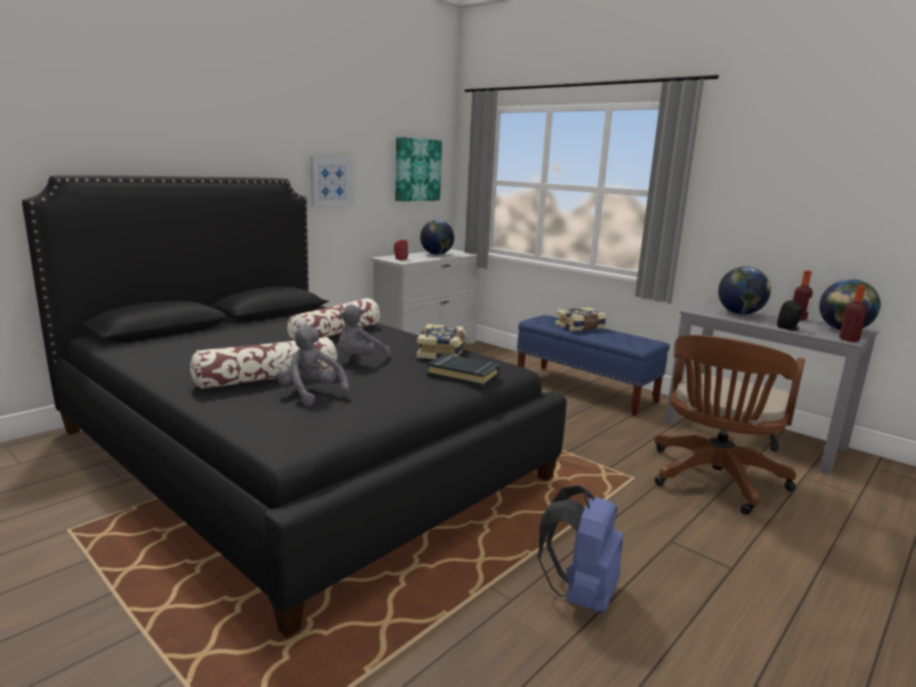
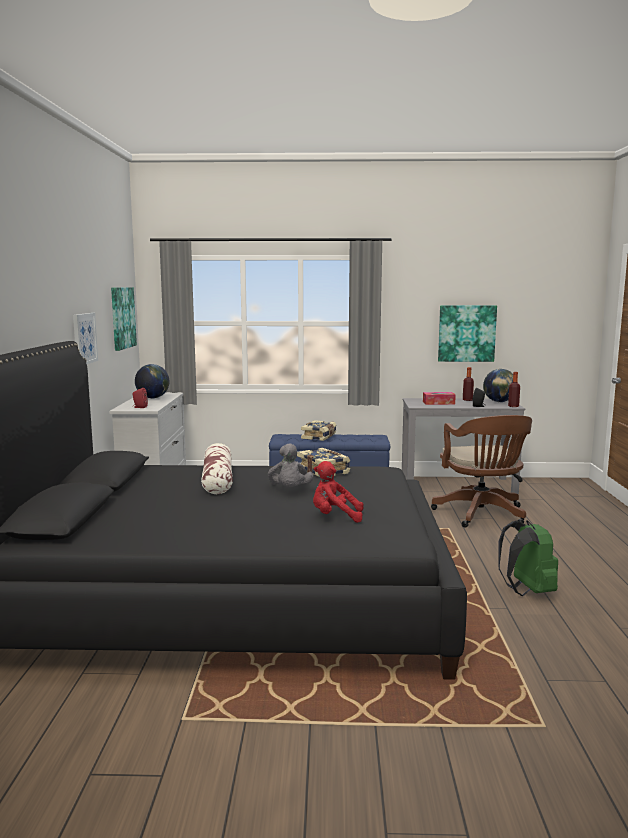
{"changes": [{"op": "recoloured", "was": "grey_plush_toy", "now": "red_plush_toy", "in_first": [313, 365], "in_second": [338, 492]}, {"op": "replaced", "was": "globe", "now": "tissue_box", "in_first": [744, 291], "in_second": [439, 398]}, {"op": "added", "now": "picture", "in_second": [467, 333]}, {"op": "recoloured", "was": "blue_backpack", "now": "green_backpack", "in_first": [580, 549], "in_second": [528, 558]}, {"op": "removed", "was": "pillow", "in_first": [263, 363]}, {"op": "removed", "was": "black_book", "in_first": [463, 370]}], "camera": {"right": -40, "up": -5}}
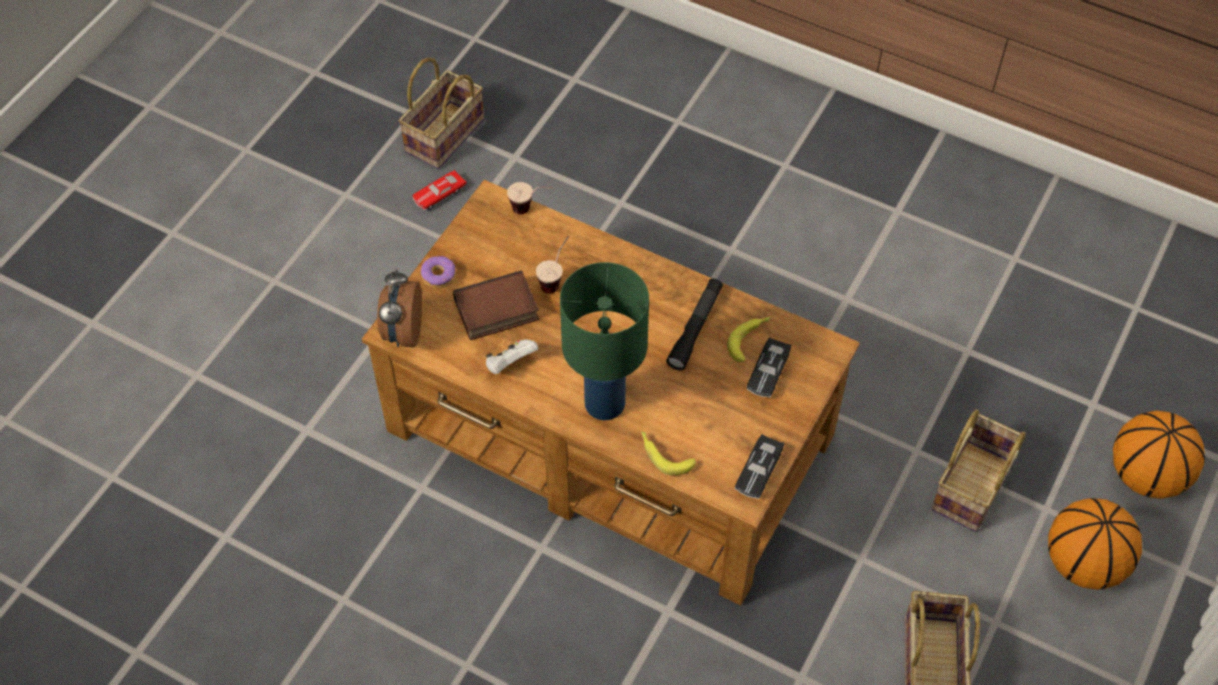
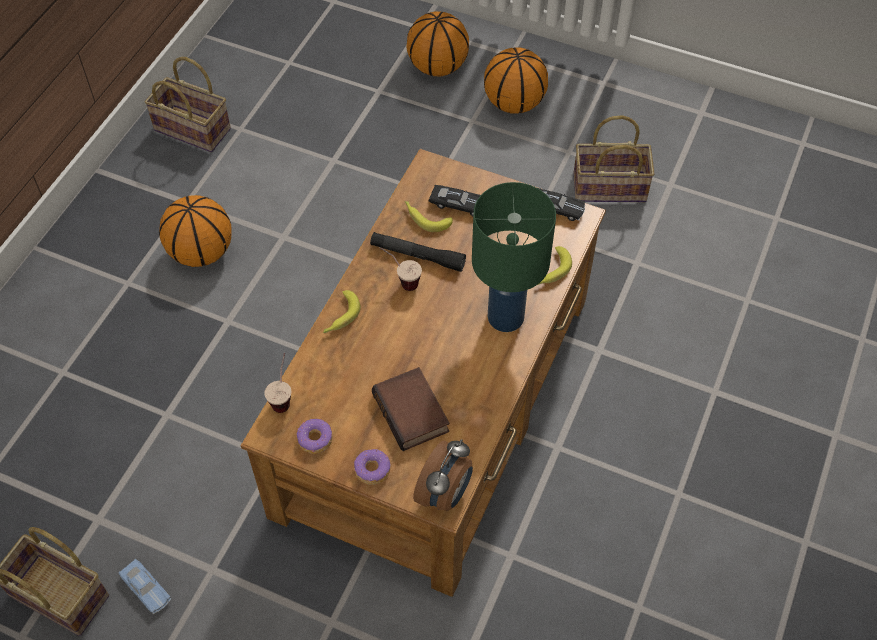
{"changes": [{"op": "recoloured", "was": "red_toy_car", "now": "blue_toy_car", "in_first": [440, 190], "in_second": [144, 586]}, {"op": "moved", "was": "basket", "in_first": [978, 471], "in_second": [188, 104]}, {"op": "added", "now": "basketball", "in_second": [195, 231]}, {"op": "added", "now": "donut", "in_second": [315, 436]}, {"op": "added", "now": "banana", "in_second": [342, 311]}, {"op": "moved", "was": "cup", "in_first": [552, 264], "in_second": [401, 269]}, {"op": "turned", "was": "alarm_clock", "in_first": [399, 308], "in_second": [443, 475], "clockwise": -60}, {"op": "removed", "was": "white_game_controller", "in_first": [512, 356]}], "camera": {"right": -95, "up": 0}}
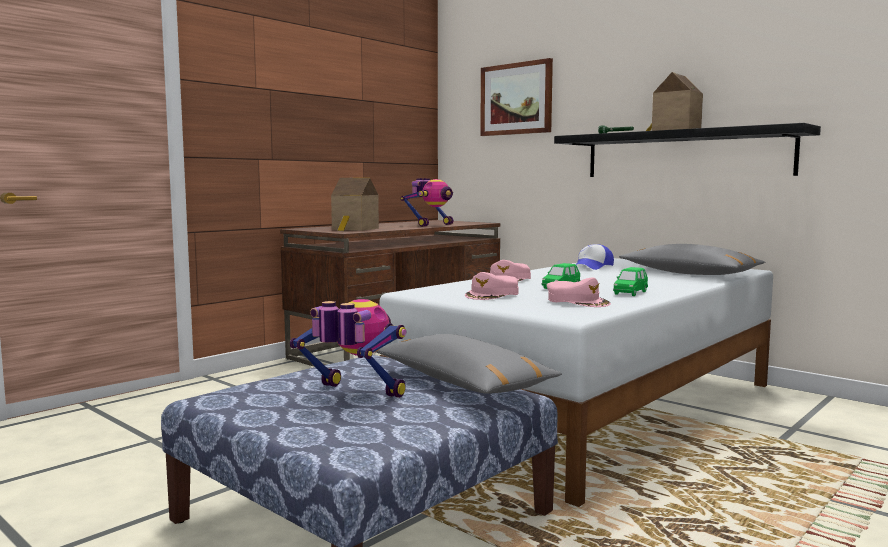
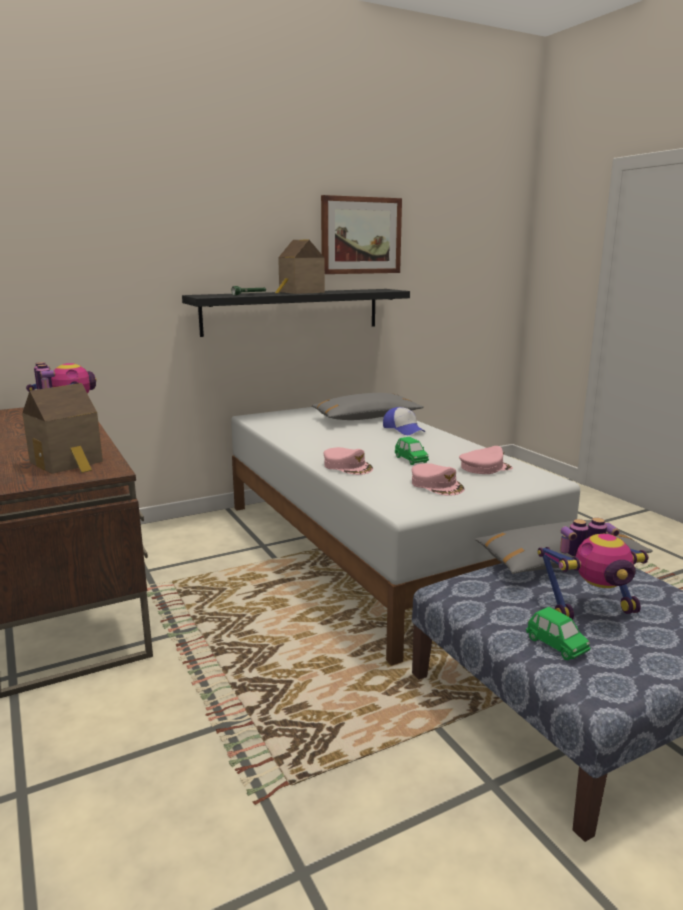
{"changes": [{"op": "moved", "was": "picture", "in_first": [516, 97], "in_second": [361, 234]}, {"op": "moved", "was": "cap", "in_first": [595, 257], "in_second": [404, 421]}, {"op": "moved", "was": "green_toy_car", "in_first": [630, 281], "in_second": [558, 633]}, {"op": "turned", "was": "toy_robot", "in_first": [348, 348], "in_second": [593, 569], "clockwise": -150}], "camera": {"right": -70, "up": 10}}
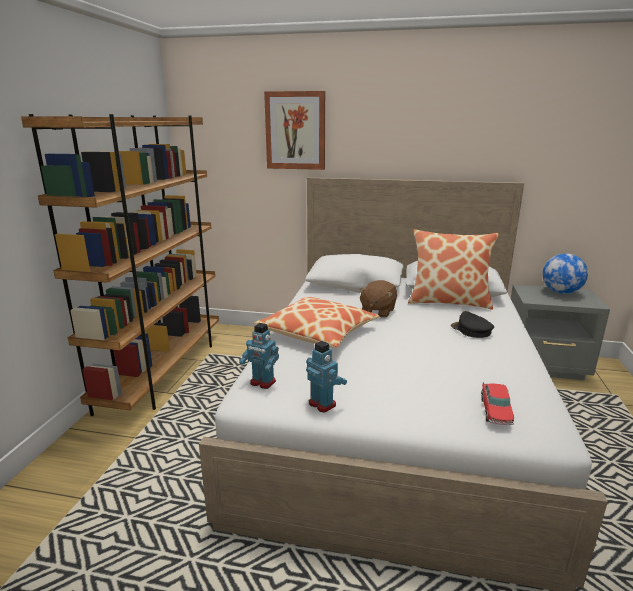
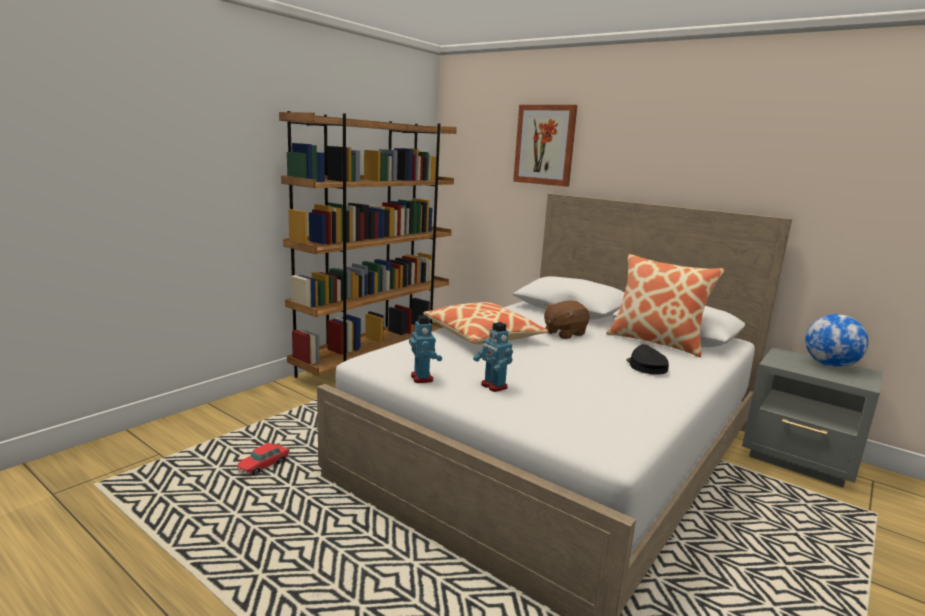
{"changes": [{"op": "moved", "was": "toy_car", "in_first": [497, 403], "in_second": [263, 459]}, {"op": "moved", "was": "toy_robot", "in_first": [259, 356], "in_second": [493, 357]}], "camera": {"right": 25, "up": -5}}
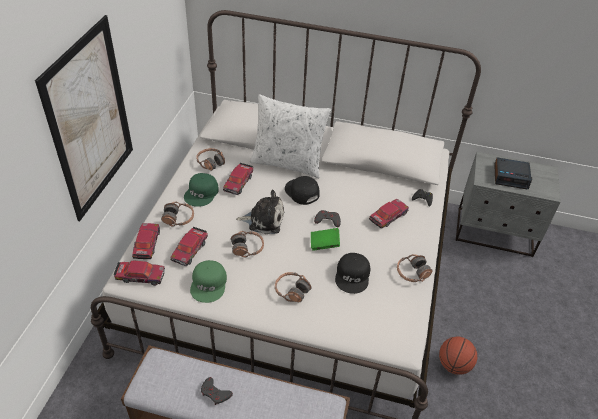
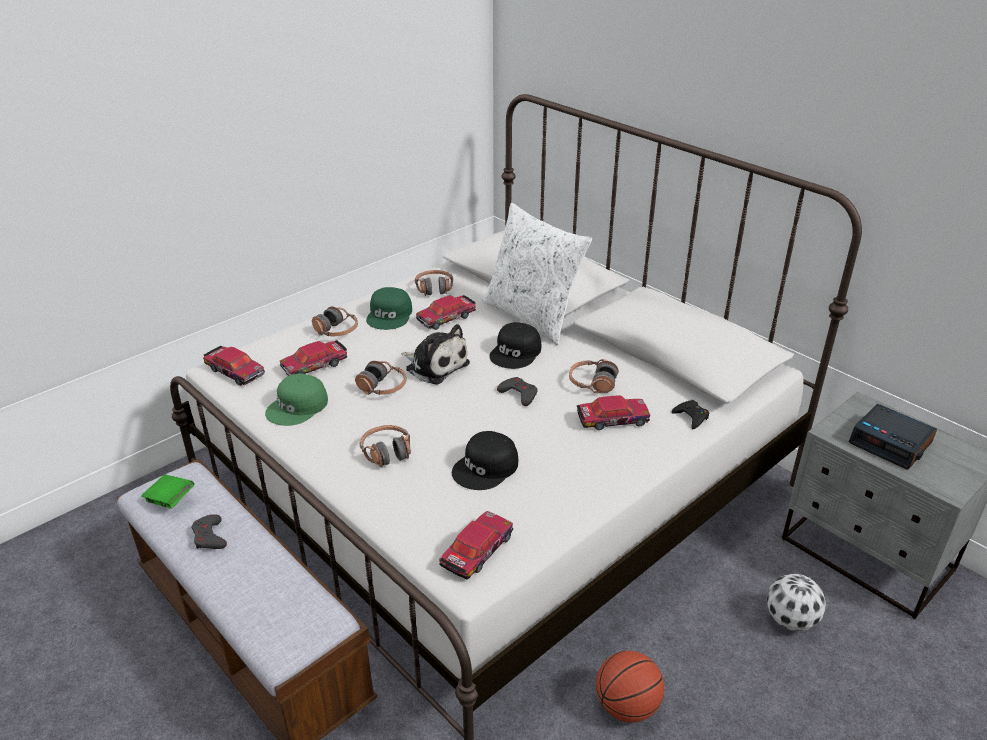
{"changes": [{"op": "moved", "was": "green_book", "in_first": [325, 239], "in_second": [167, 491]}, {"op": "turned", "was": "green_cap", "in_first": [201, 190], "in_second": [389, 308], "clockwise": -45}, {"op": "moved", "was": "toy_car", "in_first": [146, 241], "in_second": [476, 545]}, {"op": "turned", "was": "black_cap", "in_first": [302, 190], "in_second": [515, 345], "clockwise": -150}, {"op": "moved", "was": "headphones", "in_first": [415, 268], "in_second": [594, 376]}, {"op": "added", "now": "football", "in_second": [796, 602]}, {"op": "removed", "was": "picture", "in_first": [84, 118]}], "camera": {"right": 35, "up": -10}}
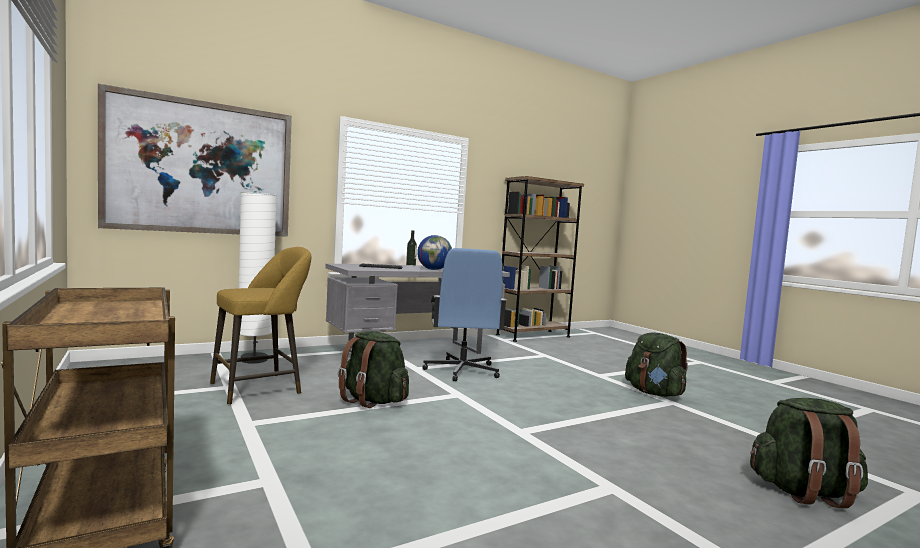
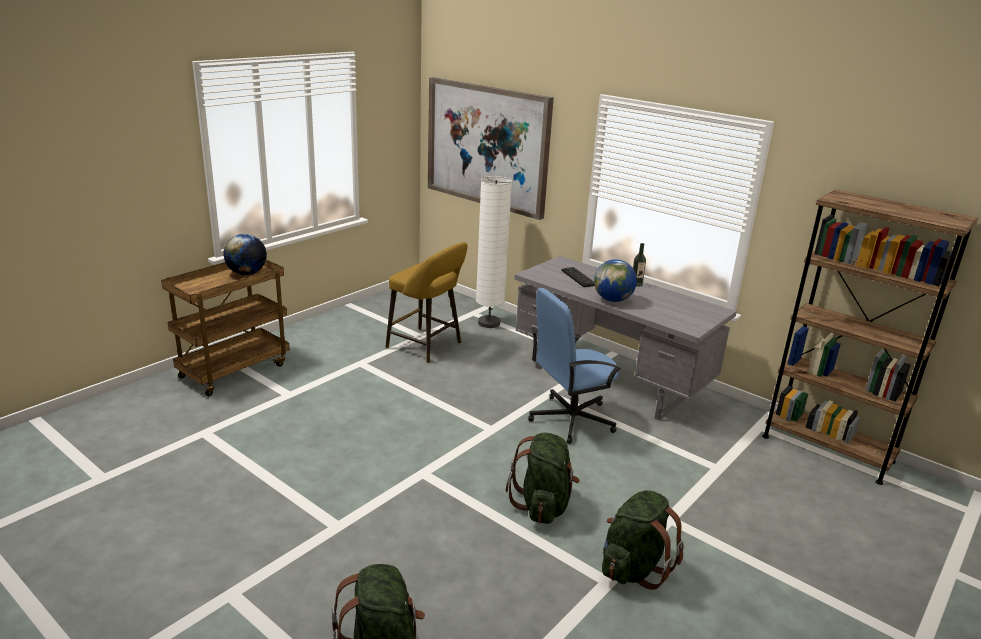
{"changes": [{"op": "added", "now": "globe", "in_second": [245, 254]}, {"op": "moved", "was": "green_backpack", "in_first": [373, 369], "in_second": [543, 478]}], "camera": {"right": 70, "up": 20}}
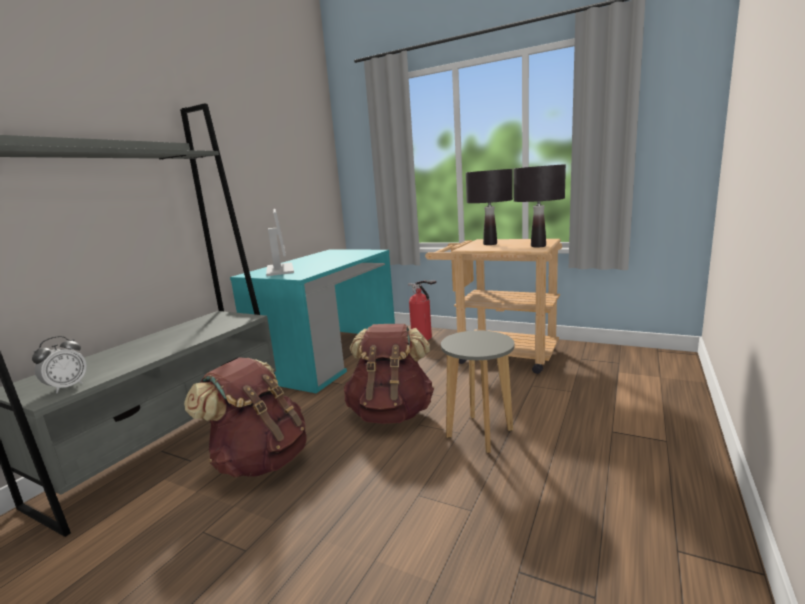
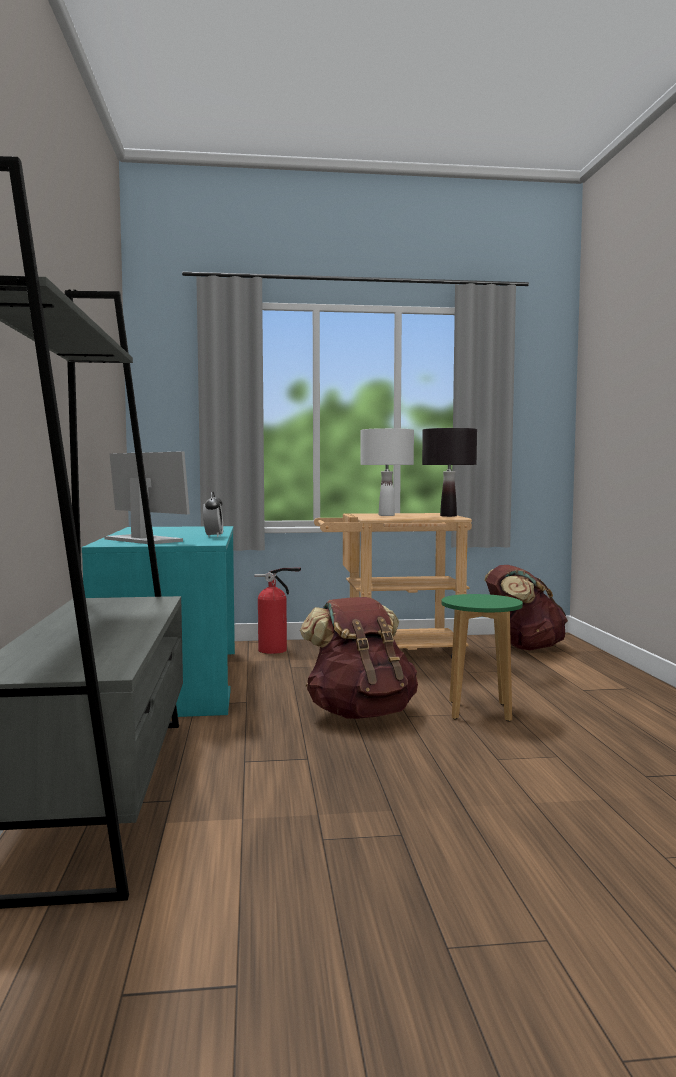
{"changes": [{"op": "moved", "was": "alarm_clock", "in_first": [59, 364], "in_second": [213, 514]}, {"op": "recoloured", "was": "black_table_lamp", "now": "white_table_lamp", "in_first": [489, 207], "in_second": [387, 472]}, {"op": "recoloured", "was": "grey_stool", "now": "green_stool", "in_first": [478, 391], "in_second": [482, 658]}, {"op": "moved", "was": "brown_backpack", "in_first": [245, 417], "in_second": [526, 608]}], "camera": {"right": -35, "up": -10}}
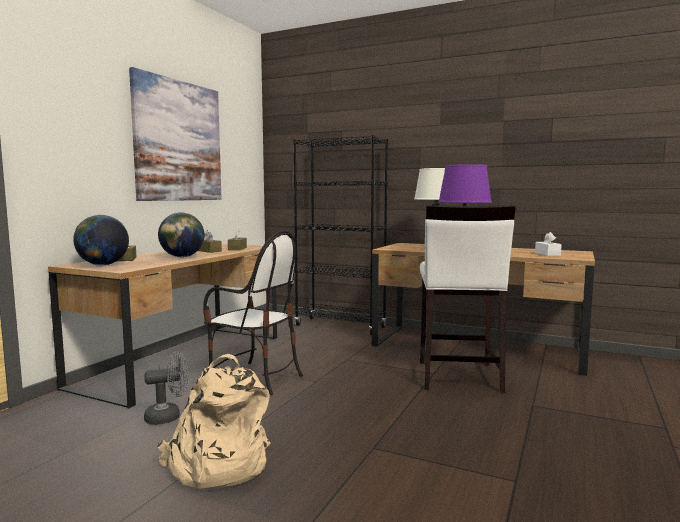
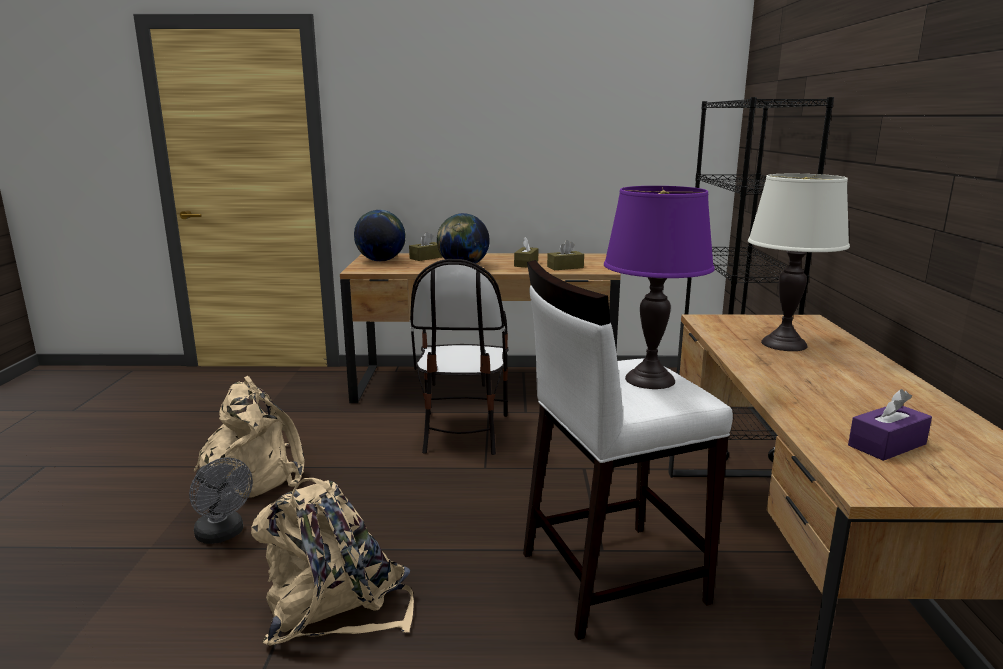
{"changes": [{"op": "moved", "was": "grey_fan", "in_first": [166, 388], "in_second": [221, 500]}, {"op": "added", "now": "beige_backpack", "in_second": [332, 562]}, {"op": "recoloured", "was": "white_tissue_box", "now": "purple_tissue_box", "in_first": [548, 244], "in_second": [890, 425]}, {"op": "removed", "was": "picture", "in_first": [175, 134]}], "camera": {"right": 65, "up": 10}}
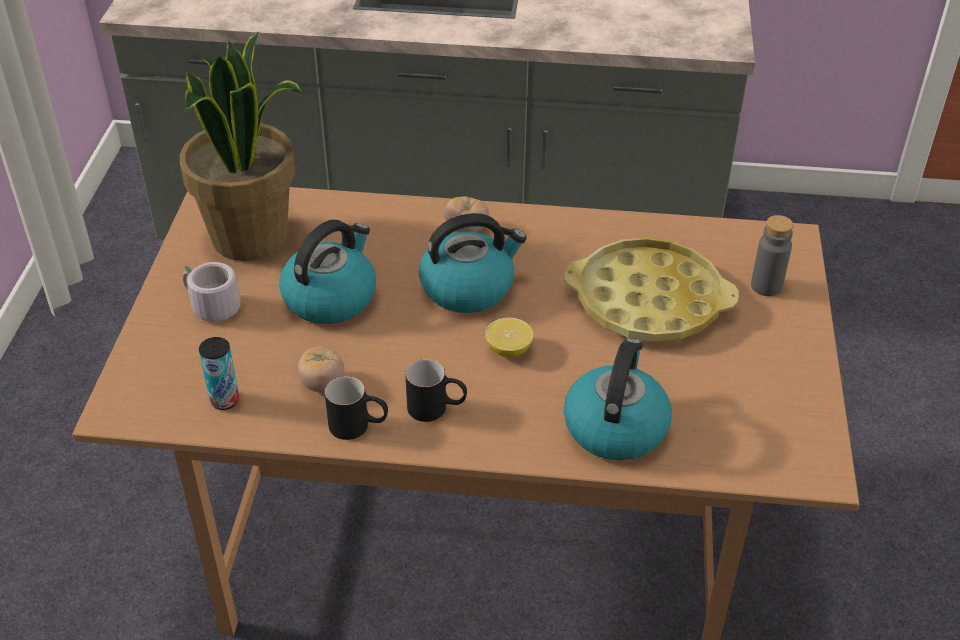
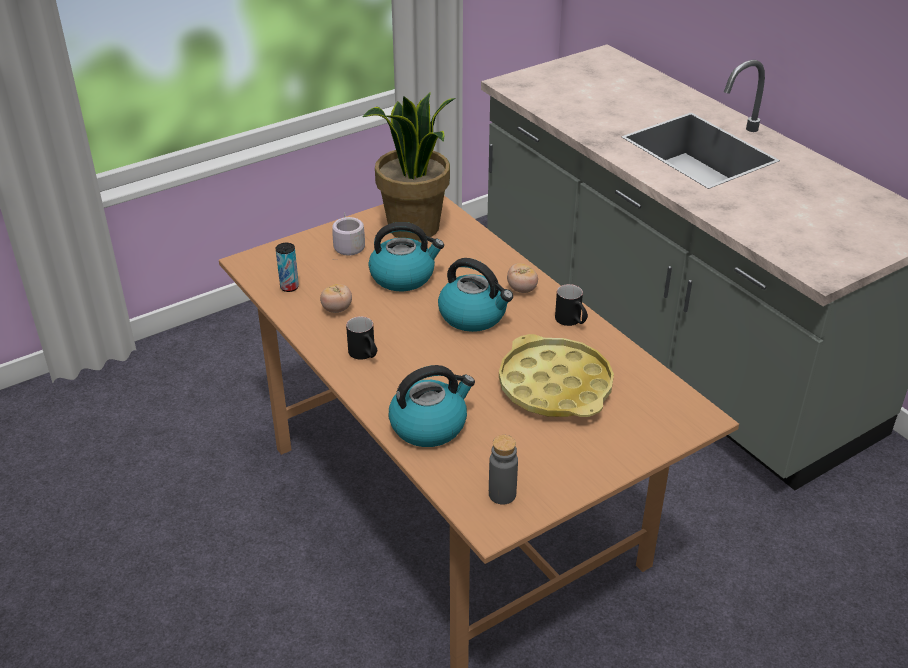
{"changes": [{"op": "moved", "was": "grey_bottle", "in_first": [772, 255], "in_second": [503, 470]}, {"op": "moved", "was": "black_mug", "in_first": [356, 408], "in_second": [571, 305]}, {"op": "removed", "was": "lemon", "in_first": [509, 337]}], "camera": {"right": 50, "up": -5}}
